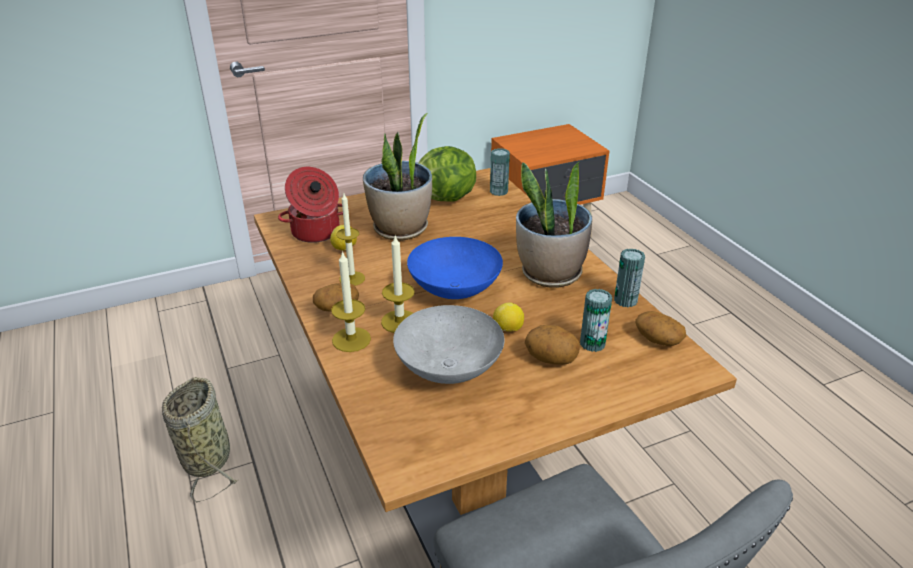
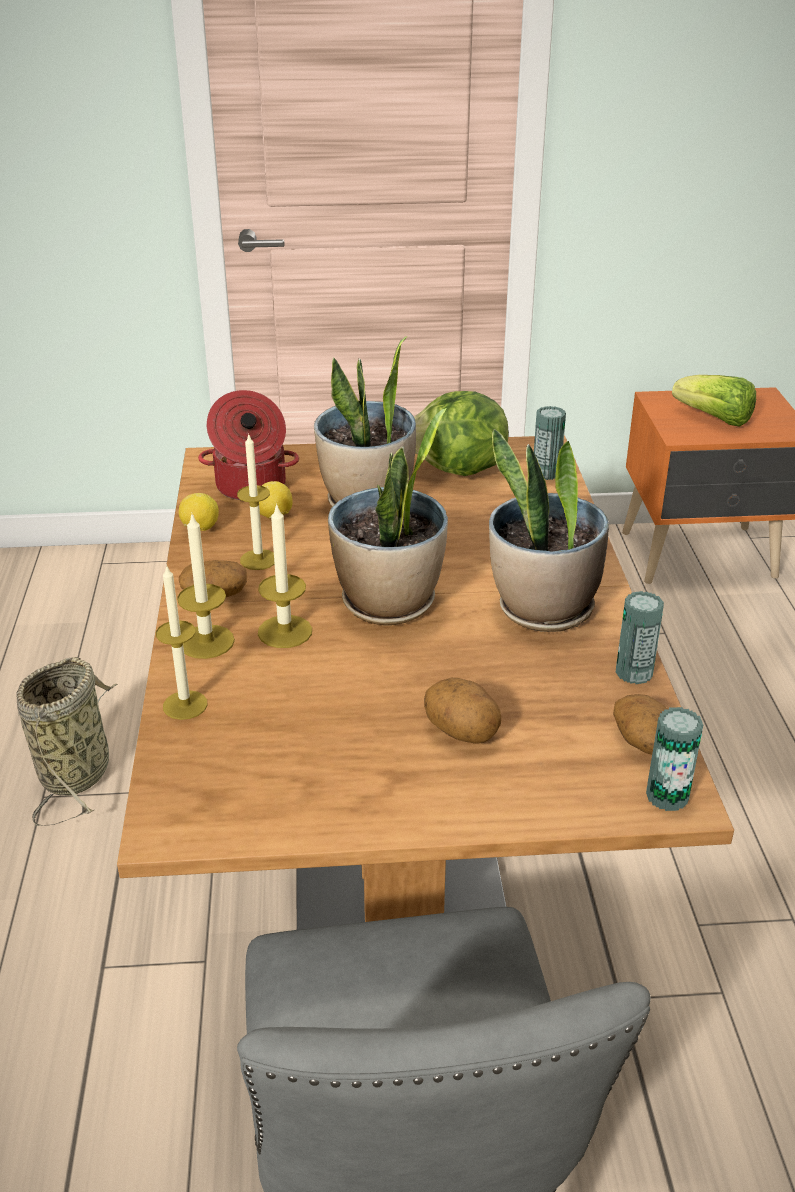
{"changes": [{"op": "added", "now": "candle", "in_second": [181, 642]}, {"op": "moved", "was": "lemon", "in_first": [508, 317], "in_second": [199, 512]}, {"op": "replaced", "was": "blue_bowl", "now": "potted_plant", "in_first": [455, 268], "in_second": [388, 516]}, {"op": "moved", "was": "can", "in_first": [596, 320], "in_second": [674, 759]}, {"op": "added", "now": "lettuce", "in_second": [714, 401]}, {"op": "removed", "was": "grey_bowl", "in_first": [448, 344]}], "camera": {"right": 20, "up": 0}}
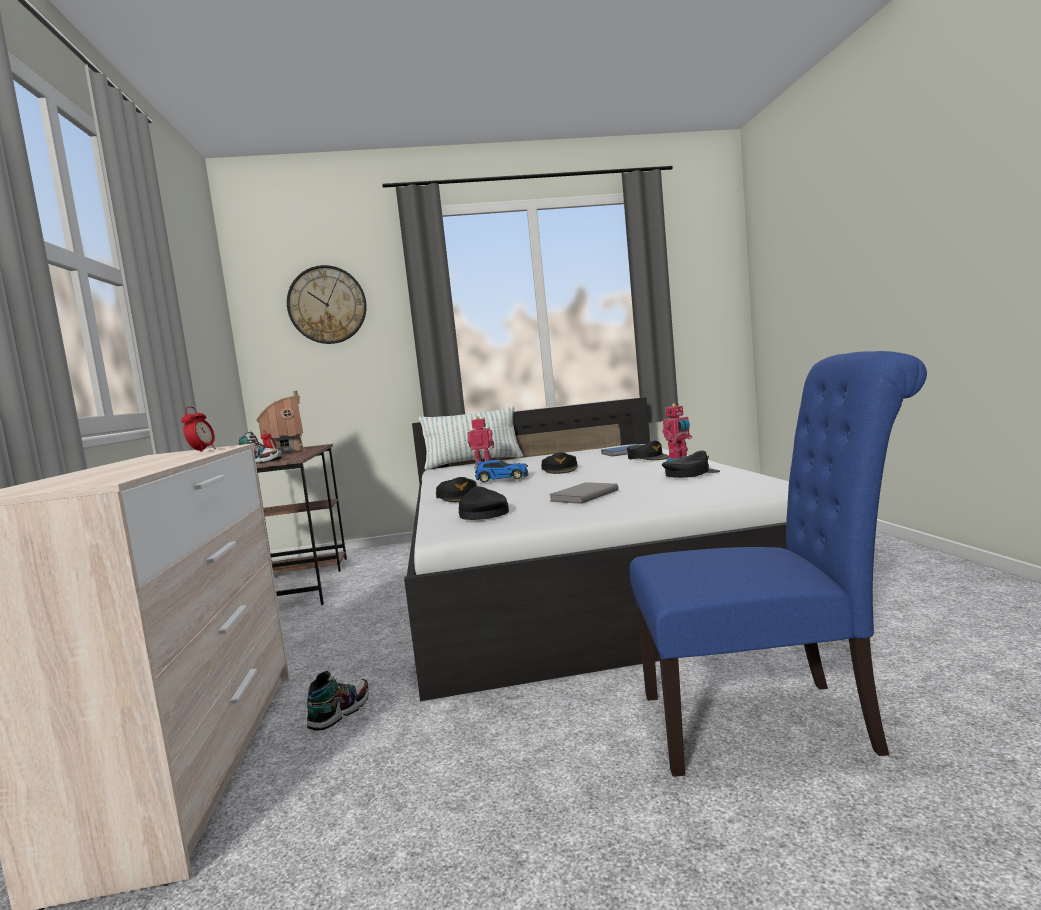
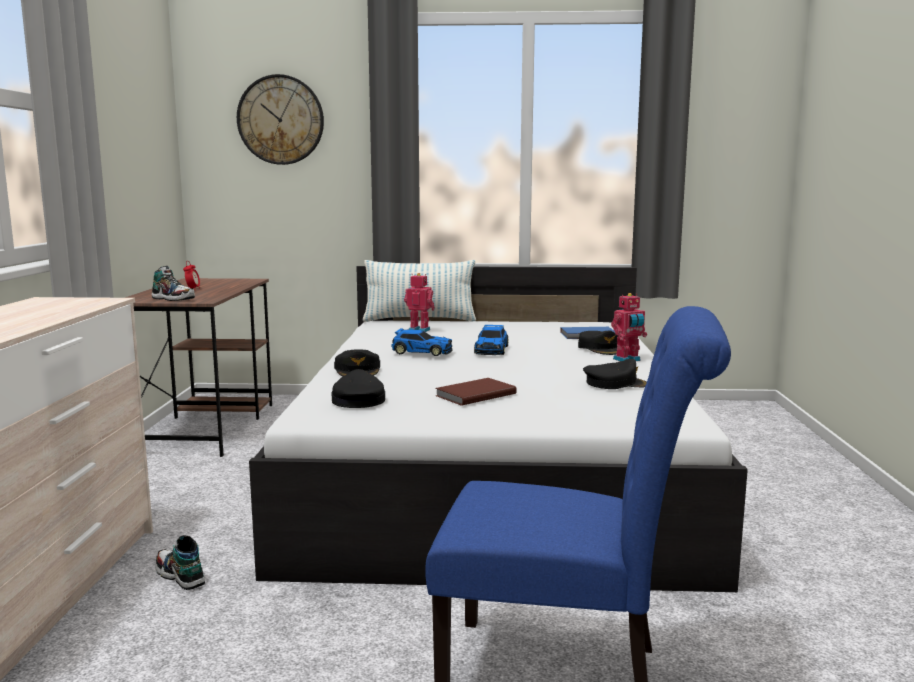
{"changes": [{"op": "turned", "was": "shoe", "in_first": [338, 701], "in_second": [180, 562], "clockwise": -90}, {"op": "recoloured", "was": "grey_book", "now": "brown_book", "in_first": [583, 493], "in_second": [476, 392]}, {"op": "replaced", "was": "black_cap", "now": "toy_car", "in_first": [559, 463], "in_second": [491, 340]}, {"op": "removed", "was": "alarm_clock", "in_first": [198, 429]}, {"op": "removed", "was": "toy_house", "in_first": [280, 422]}], "camera": {"right": 10, "up": 5}}
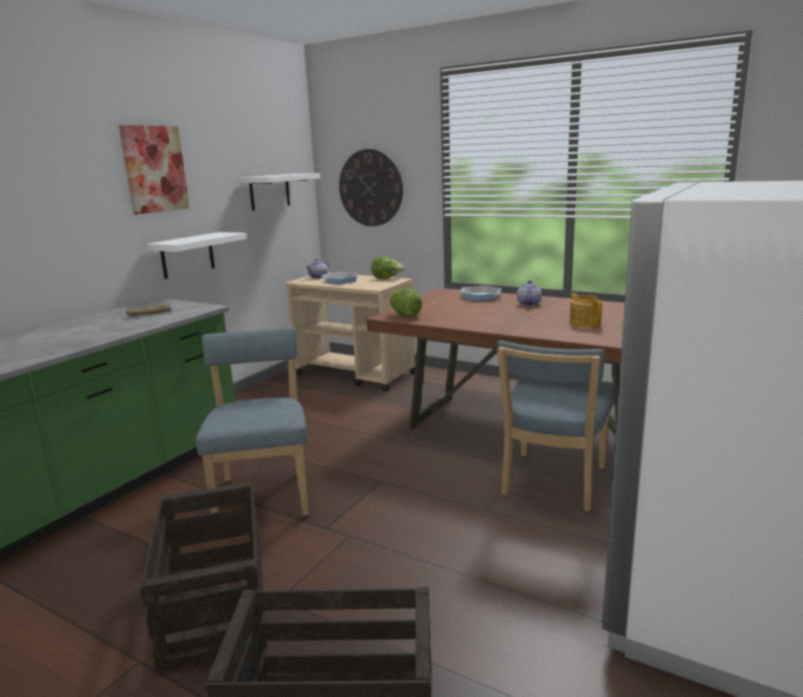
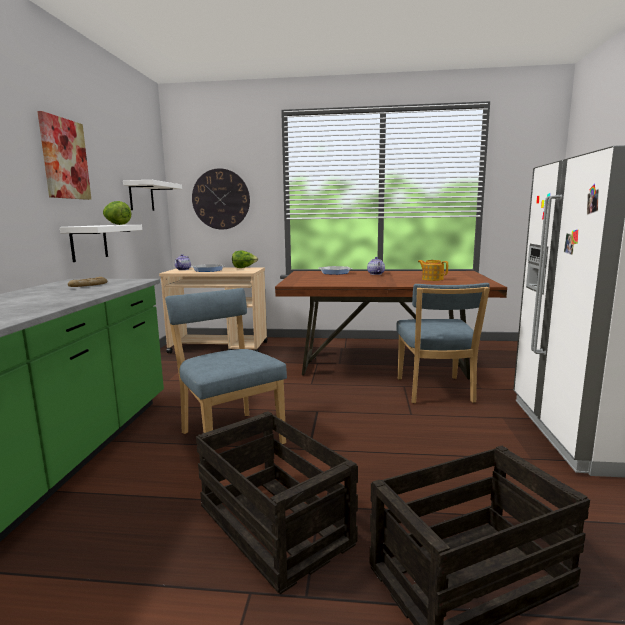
{"changes": [{"op": "moved", "was": "lettuce", "in_first": [406, 302], "in_second": [117, 213]}], "camera": {"right": -25, "up": -5}}
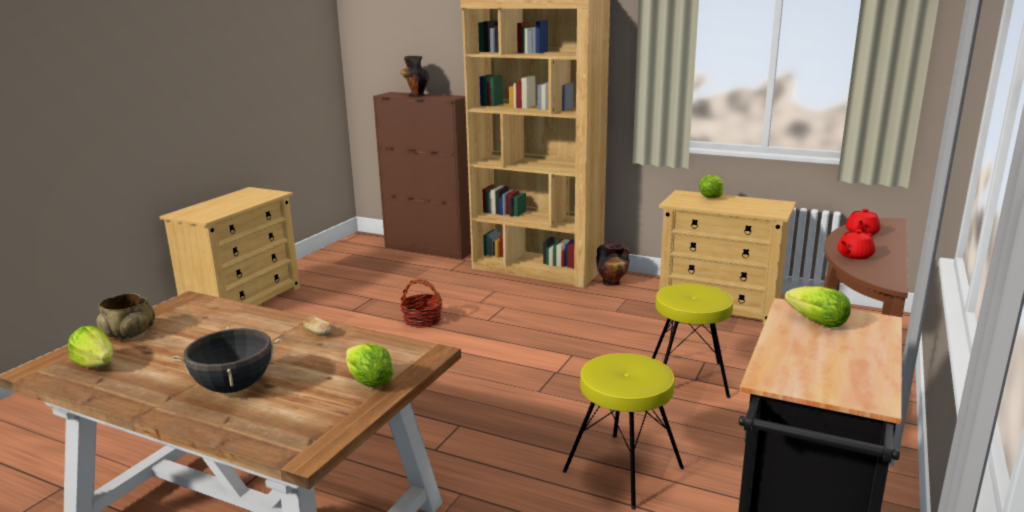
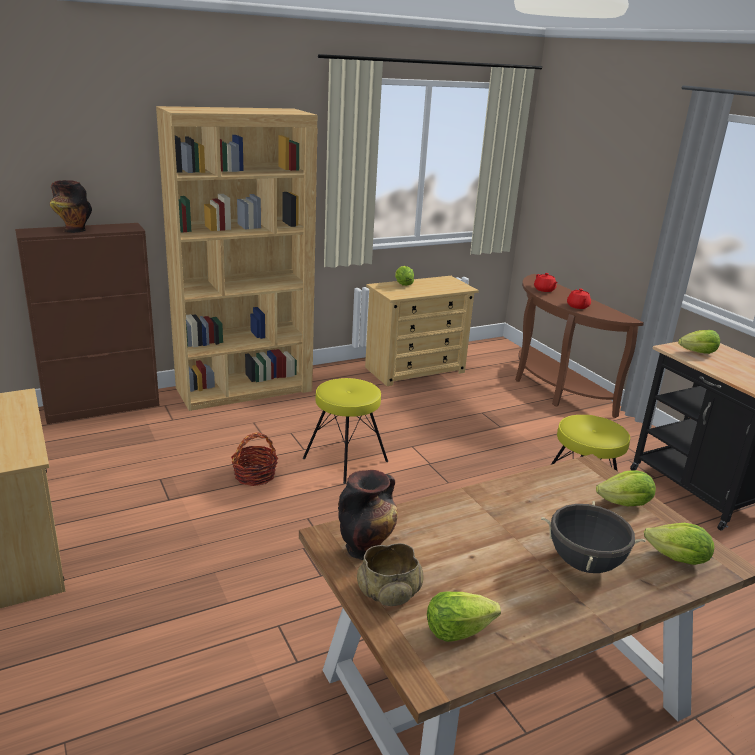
{"changes": [{"op": "moved", "was": "yellow_stool", "in_first": [692, 341], "in_second": [345, 431]}, {"op": "moved", "was": "vase", "in_first": [613, 264], "in_second": [368, 515]}, {"op": "added", "now": "lettuce", "in_second": [679, 544]}, {"op": "removed", "was": "bread", "in_first": [317, 325]}], "camera": {"right": -55, "up": 5}}
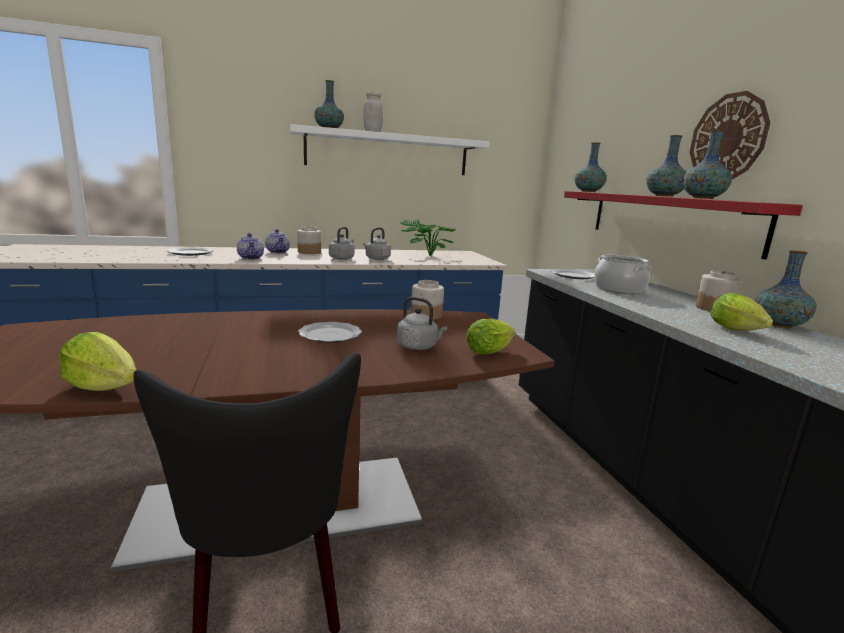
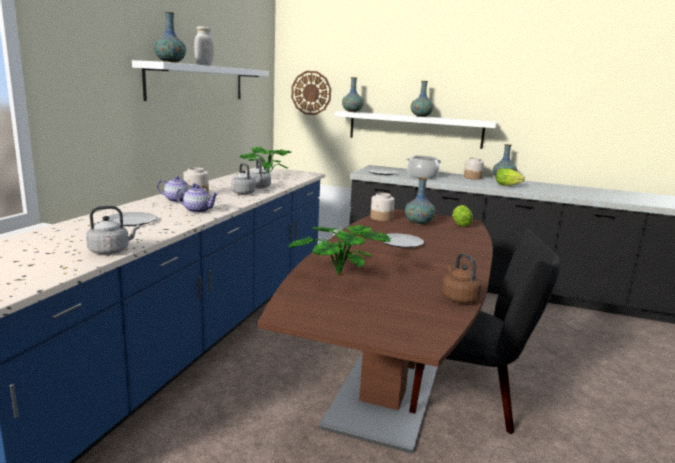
{"changes": [{"op": "moved", "was": "grey_kettle", "in_first": [422, 323], "in_second": [113, 230]}, {"op": "added", "now": "potted_plant", "in_second": [340, 250]}, {"op": "moved", "was": "wall_clock", "in_first": [730, 135], "in_second": [311, 93]}, {"op": "recoloured", "was": "red_shelf", "now": "white_shelf", "in_first": [683, 225], "in_second": [416, 130]}, {"op": "moved", "was": "vase", "in_first": [707, 164], "in_second": [420, 201]}, {"op": "replaced", "was": "lettuce", "now": "brown_kettle", "in_first": [97, 361], "in_second": [462, 278]}], "camera": {"right": -55, "up": 0}}
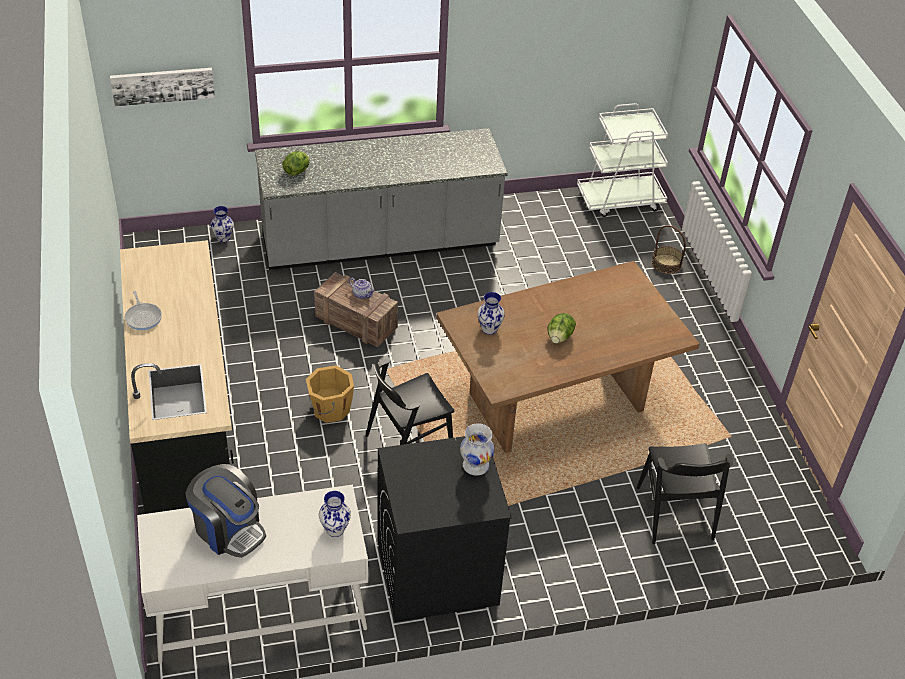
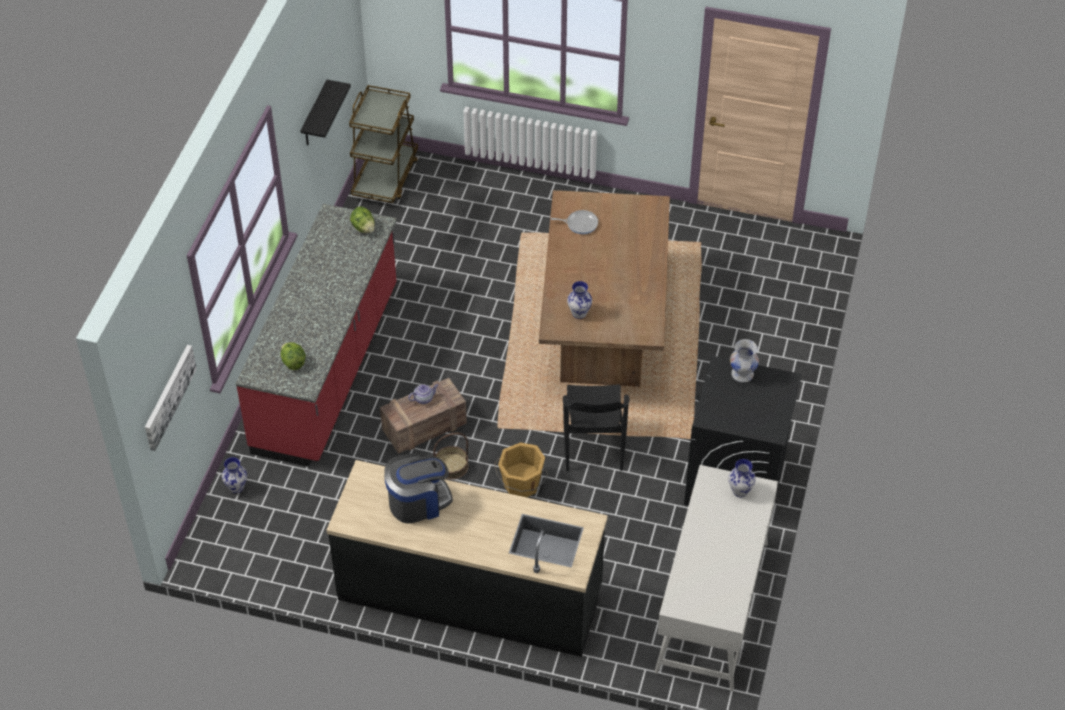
{"changes": [{"op": "recoloured", "was": "grey_counter", "now": "red_counter", "in_first": [381, 199], "in_second": [316, 335]}, {"op": "added", "now": "black_shelf", "in_second": [325, 113]}, {"op": "recoloured", "was": "white_cart", "now": "brown_cart", "in_first": [622, 160], "in_second": [383, 144]}, {"op": "moved", "was": "lettuce", "in_first": [561, 328], "in_second": [362, 219]}, {"op": "moved", "was": "coffee_machine", "in_first": [226, 511], "in_second": [418, 488]}, {"op": "moved", "was": "basket", "in_first": [669, 249], "in_second": [451, 456]}, {"op": "moved", "was": "frying_pan", "in_first": [143, 310], "in_second": [574, 222]}, {"op": "removed", "was": "black_chair", "in_first": [685, 493]}], "camera": {"right": -60, "up": 5}}
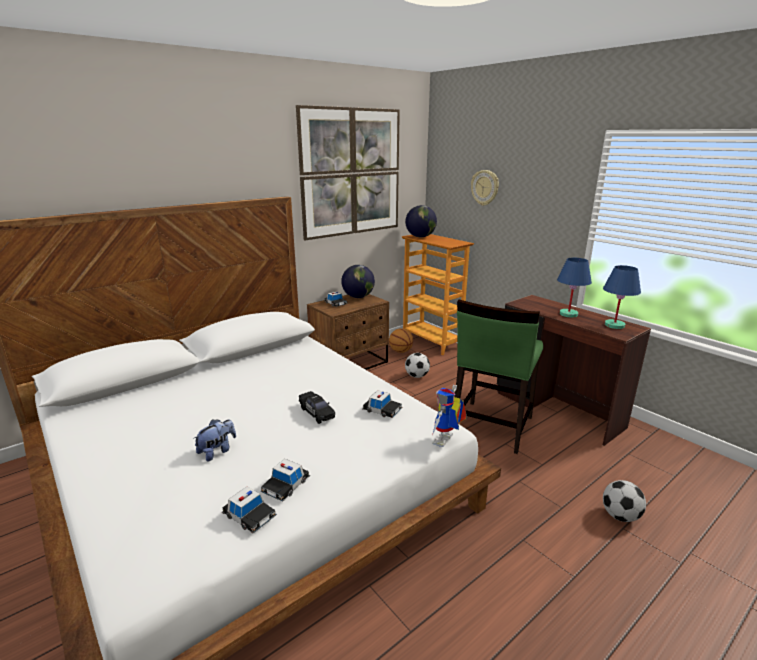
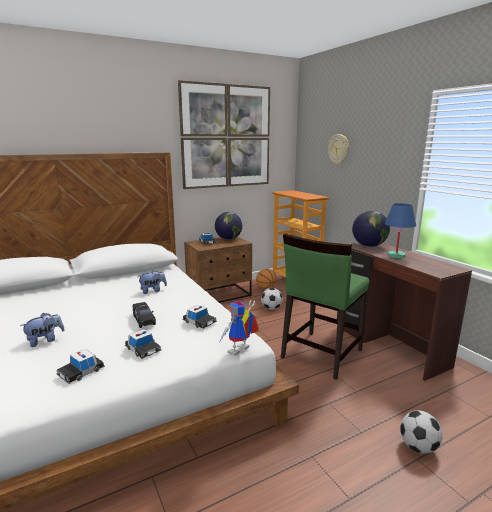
{"changes": [{"op": "moved", "was": "toy_car", "in_first": [249, 510], "in_second": [143, 344]}, {"op": "added", "now": "plush_toy", "in_second": [152, 282]}, {"op": "moved", "was": "globe", "in_first": [421, 221], "in_second": [371, 229]}, {"op": "removed", "was": "blue_table_lamp", "in_first": [622, 297]}], "camera": {"right": 10, "up": -5}}
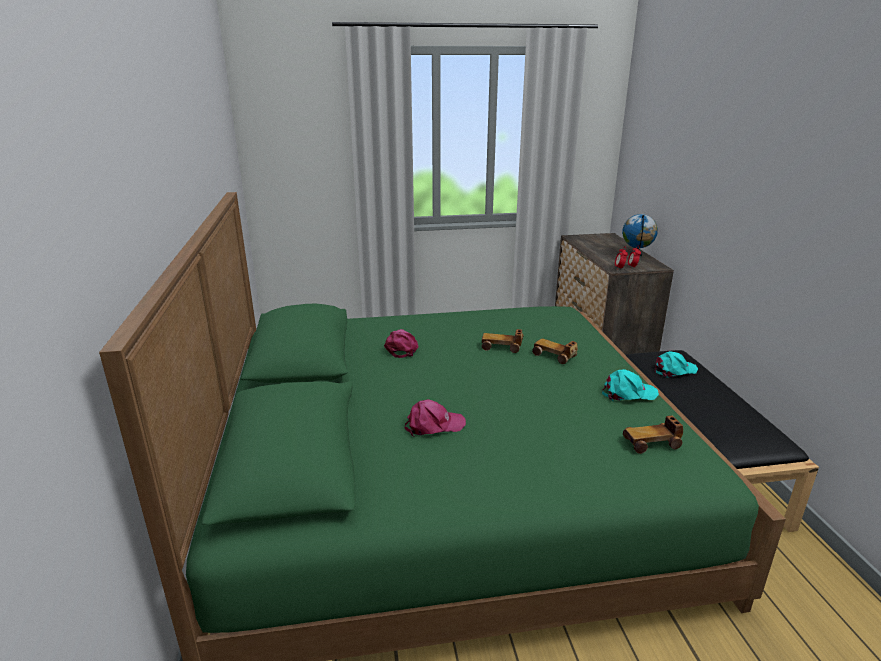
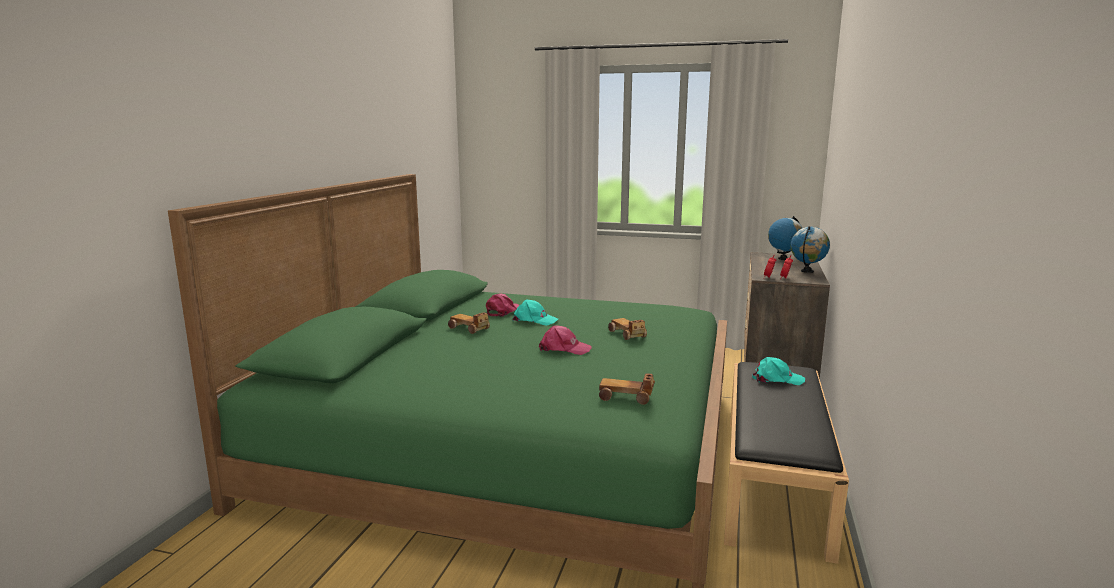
{"changes": [{"op": "moved", "was": "toy_car", "in_first": [503, 341], "in_second": [469, 323]}, {"op": "moved", "was": "turquoise_cap", "in_first": [630, 385], "in_second": [535, 312]}, {"op": "moved", "was": "pink_cap", "in_first": [435, 418], "in_second": [565, 340]}, {"op": "added", "now": "globe", "in_second": [785, 238]}], "camera": {"right": 25, "up": -10}}
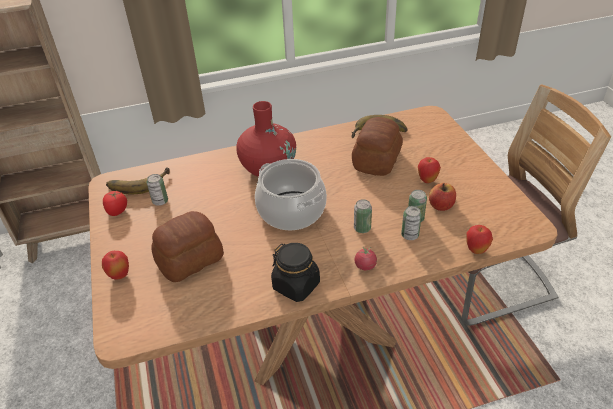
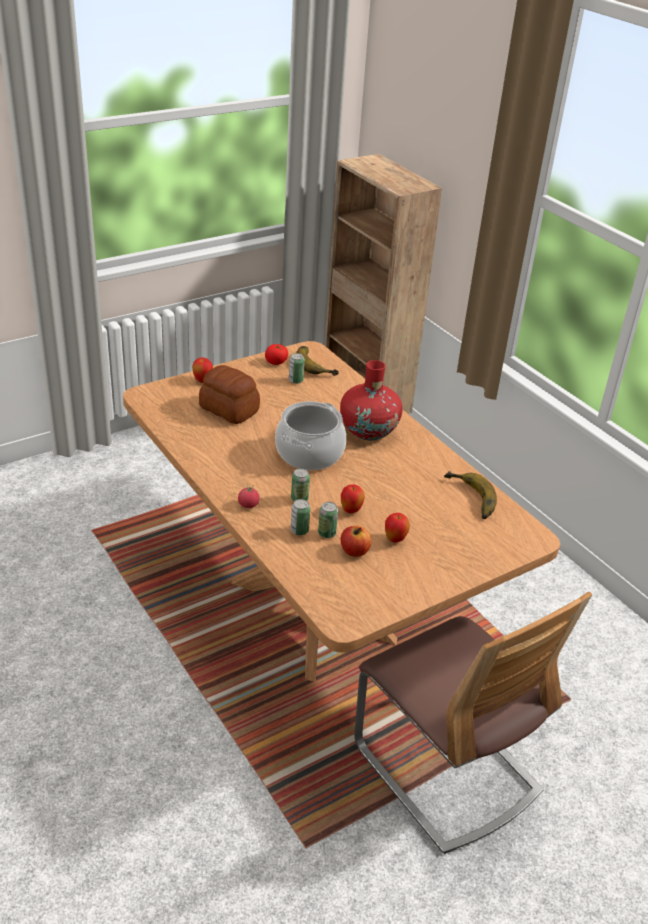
{"changes": [{"op": "moved", "was": "apple", "in_first": [479, 239], "in_second": [353, 498]}, {"op": "removed", "was": "black_jar", "in_first": [295, 272]}, {"op": "removed", "was": "bread", "in_first": [377, 146]}], "camera": {"right": 70, "up": -5}}
